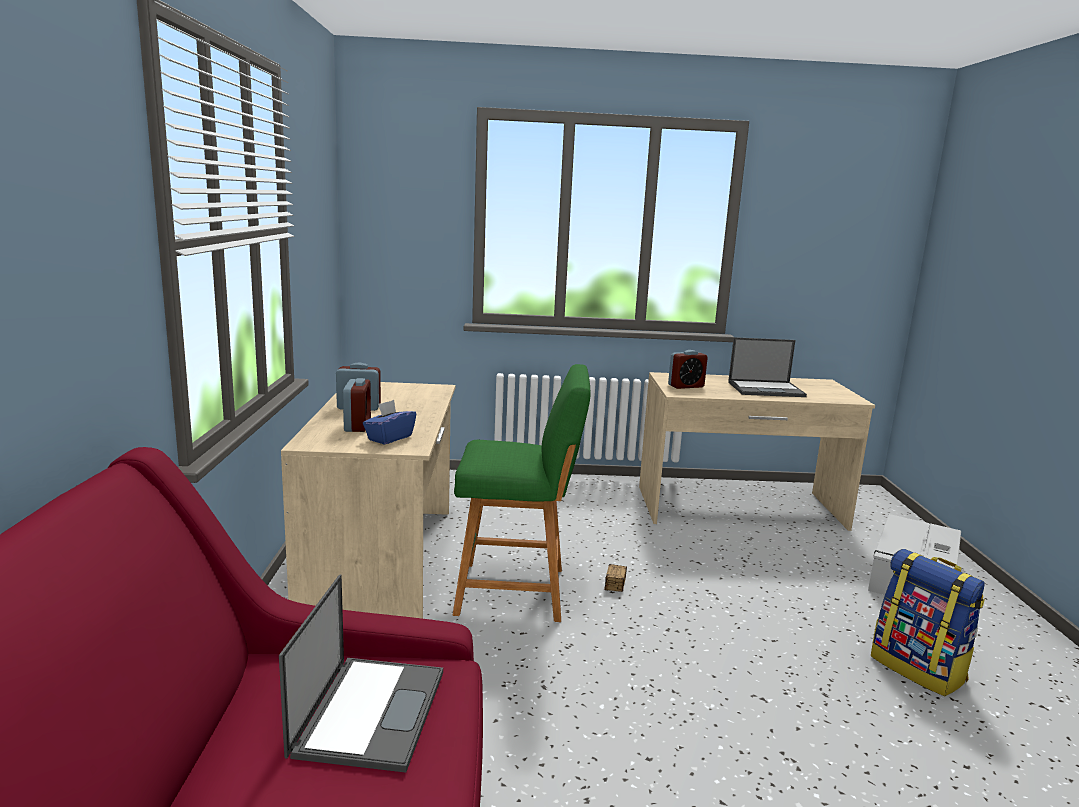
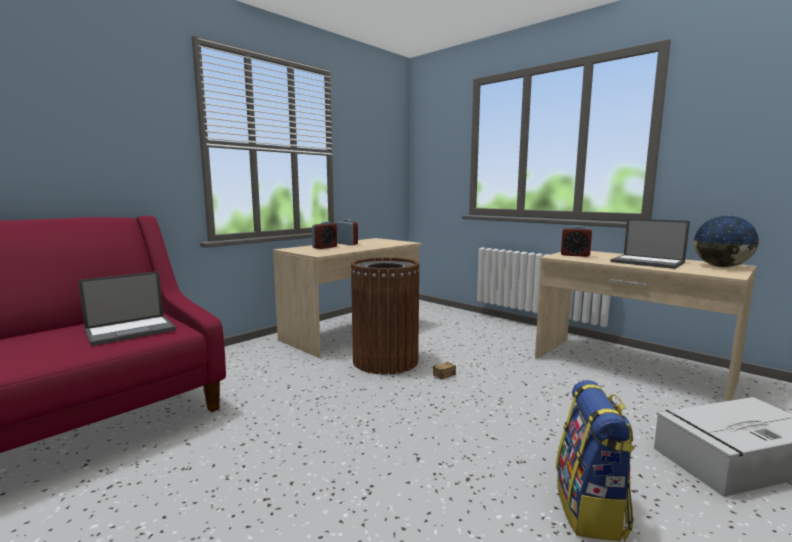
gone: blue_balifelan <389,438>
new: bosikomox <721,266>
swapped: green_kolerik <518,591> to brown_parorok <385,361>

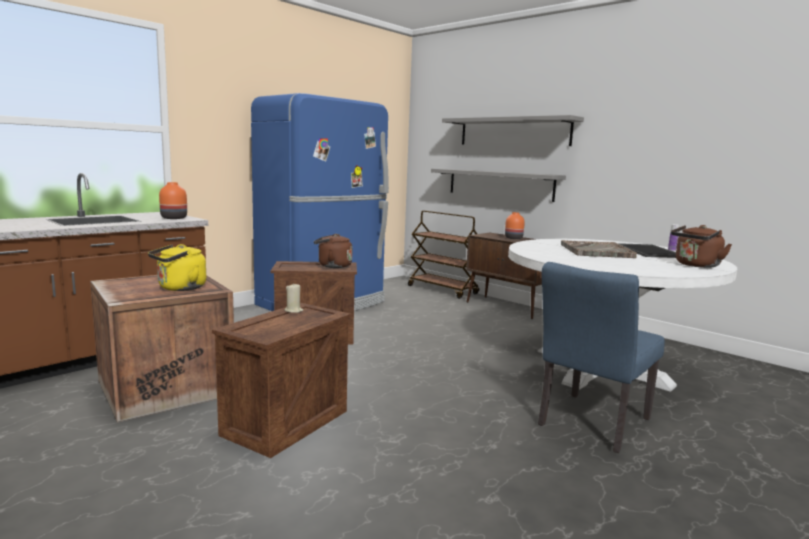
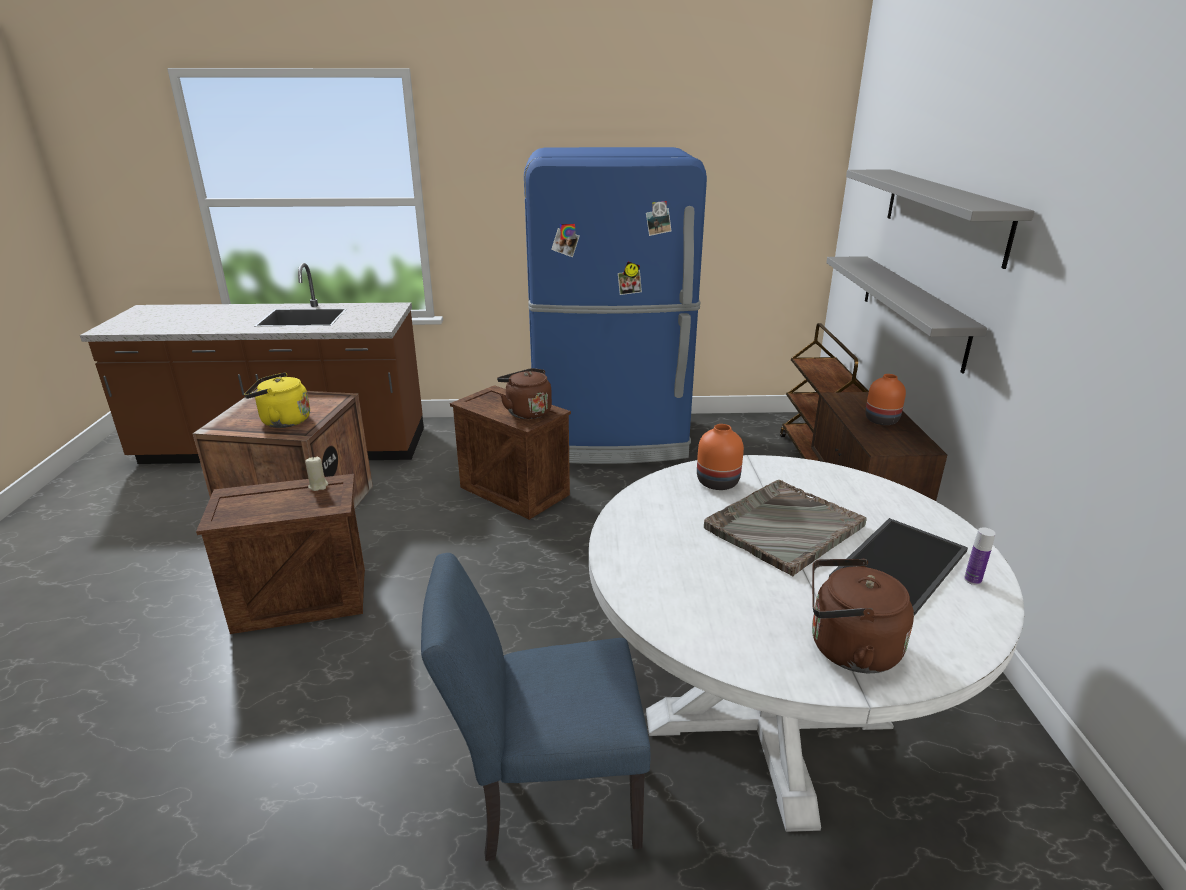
shifted: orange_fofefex <174,218> to <718,482>

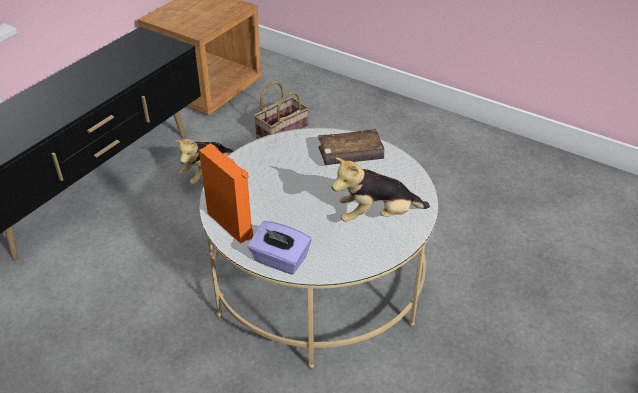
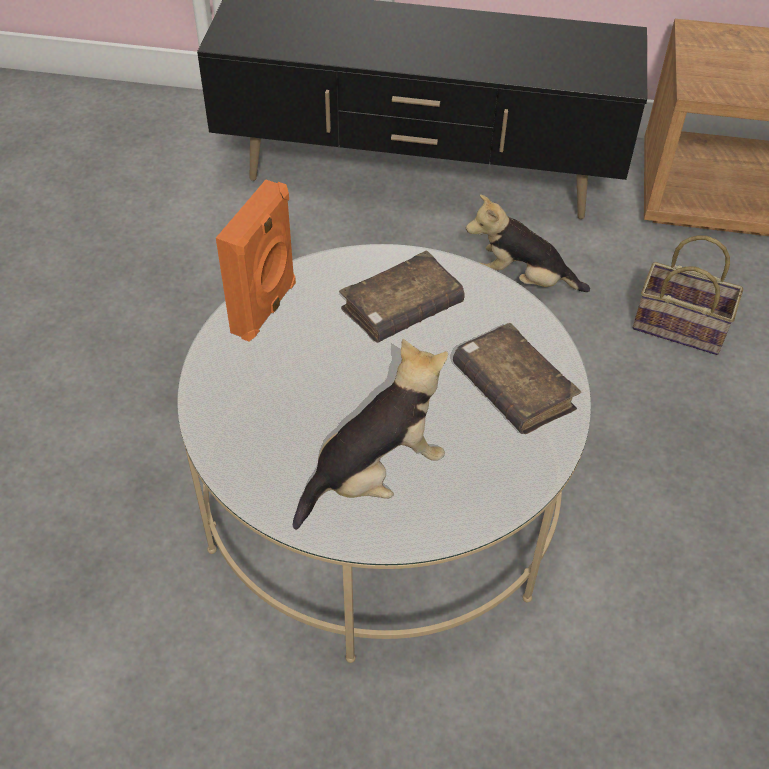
gone: purple_balifelan <280,260>
new: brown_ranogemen <402,308>
rotated: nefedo <376,216> = <375,474> 90 degrees clockwise

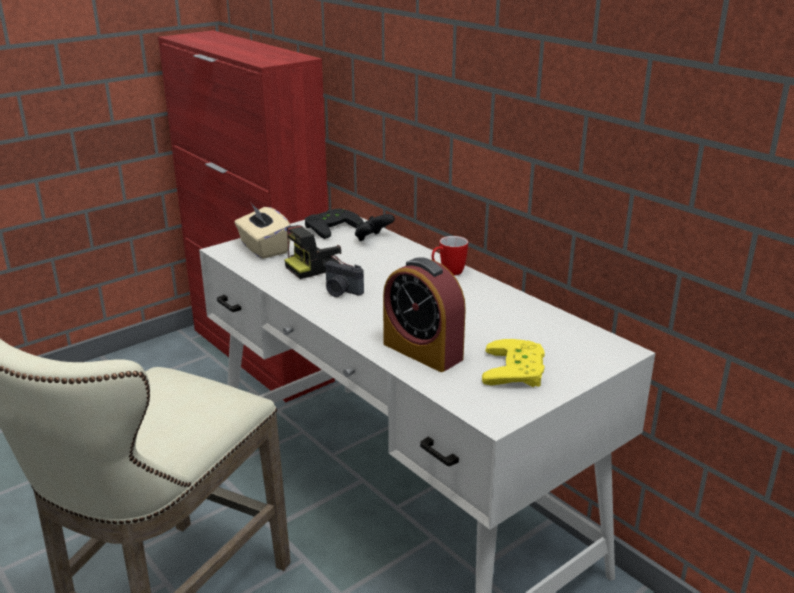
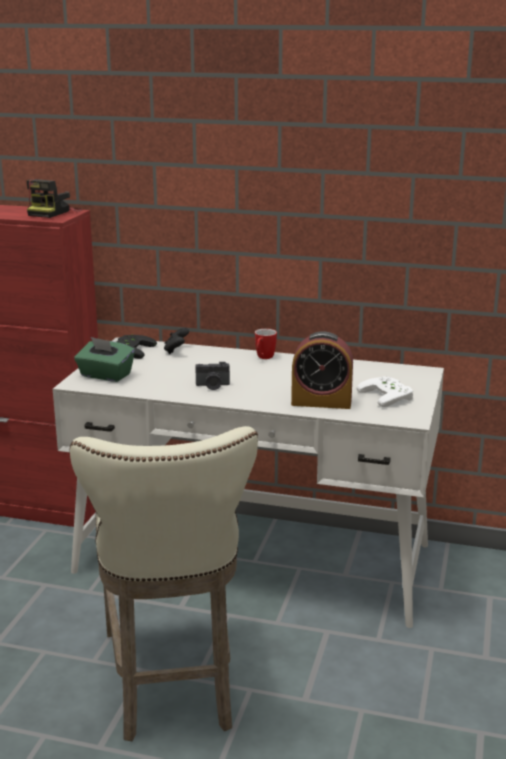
shifted: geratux <320,268> to <53,213>
repainted: beige_balifelan <264,248> to green_balifelan <105,375>; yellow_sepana <518,370> to white_sepana <389,395>

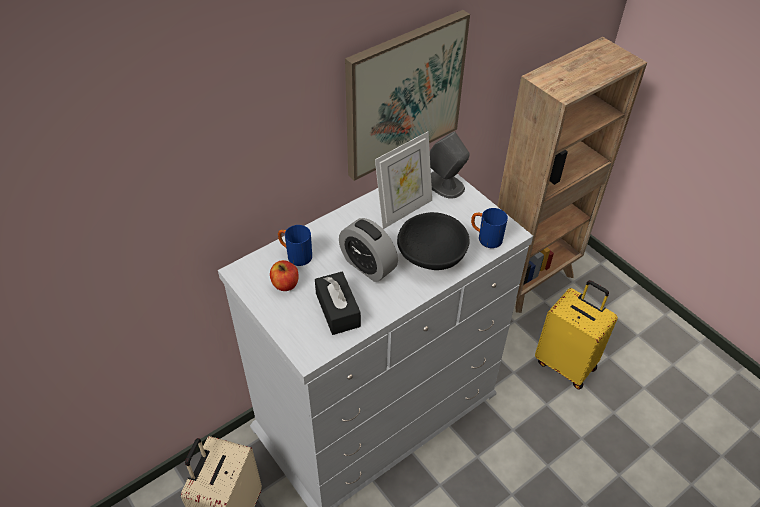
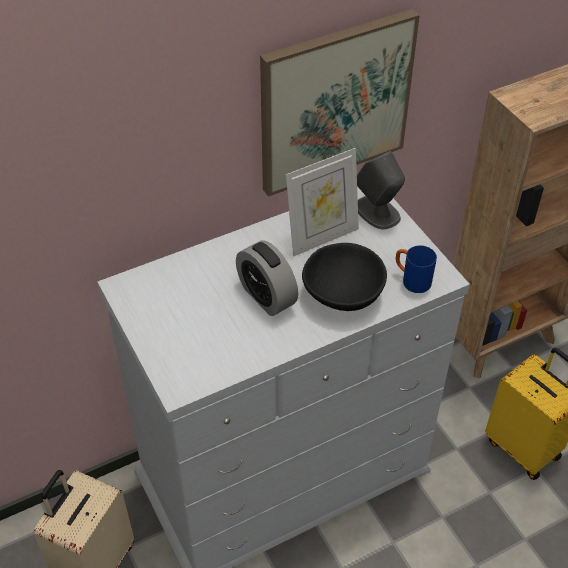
gone: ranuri <285,284>; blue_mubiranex <295,255>; black_balifelan <337,310>

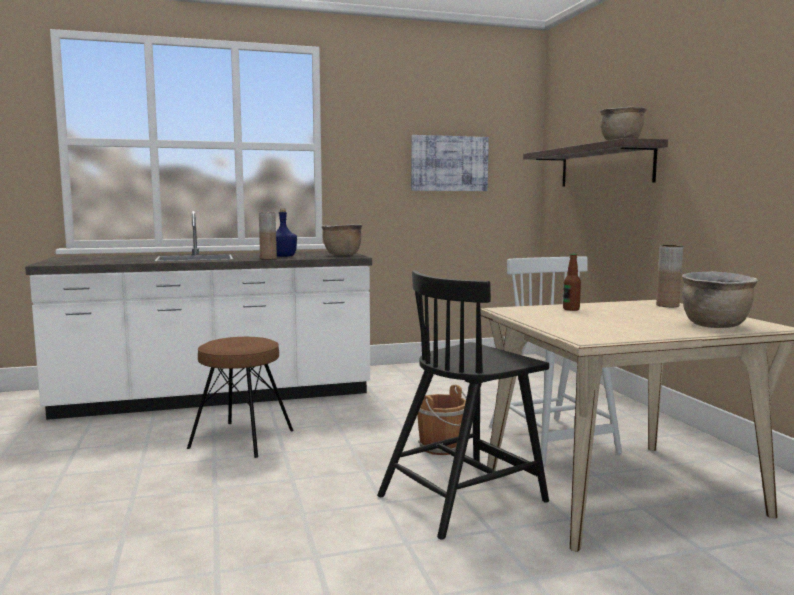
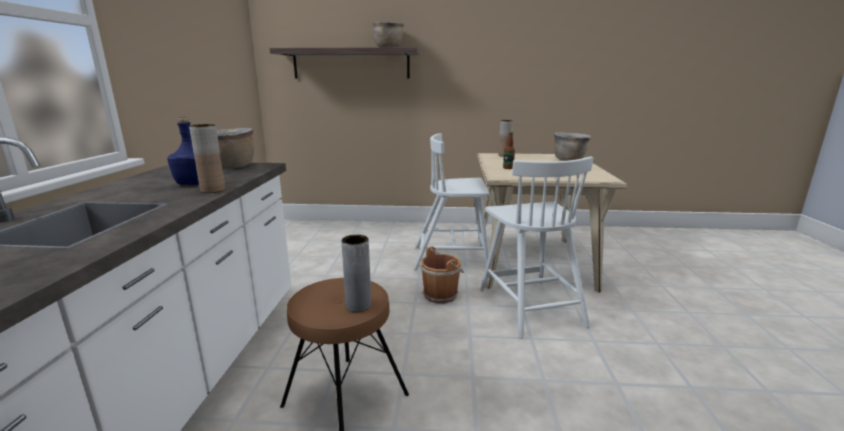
gone: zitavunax <449,163>
new: grey_fofefex <358,305>
repainted: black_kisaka <464,497> to white_kisaka <529,306>

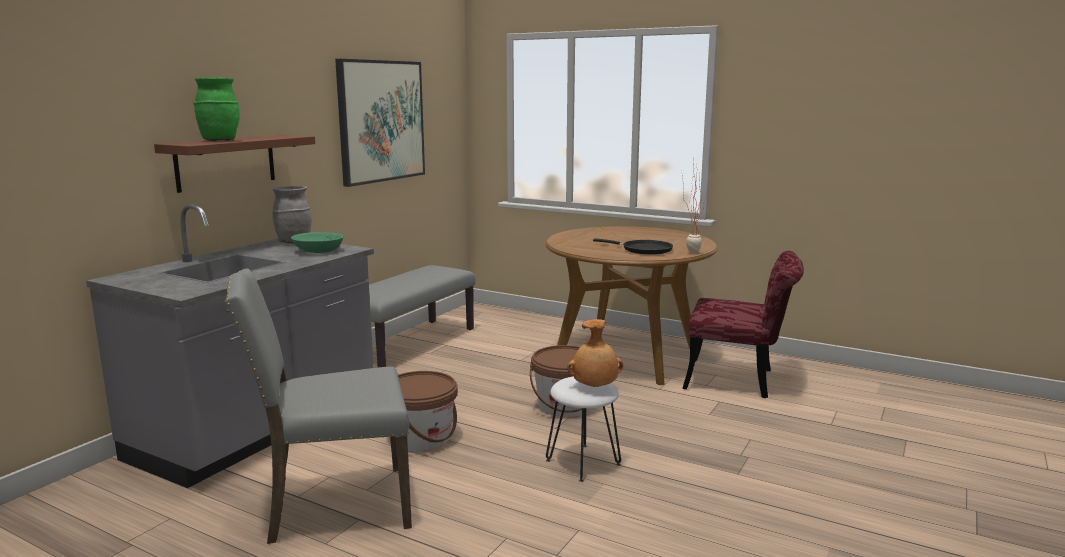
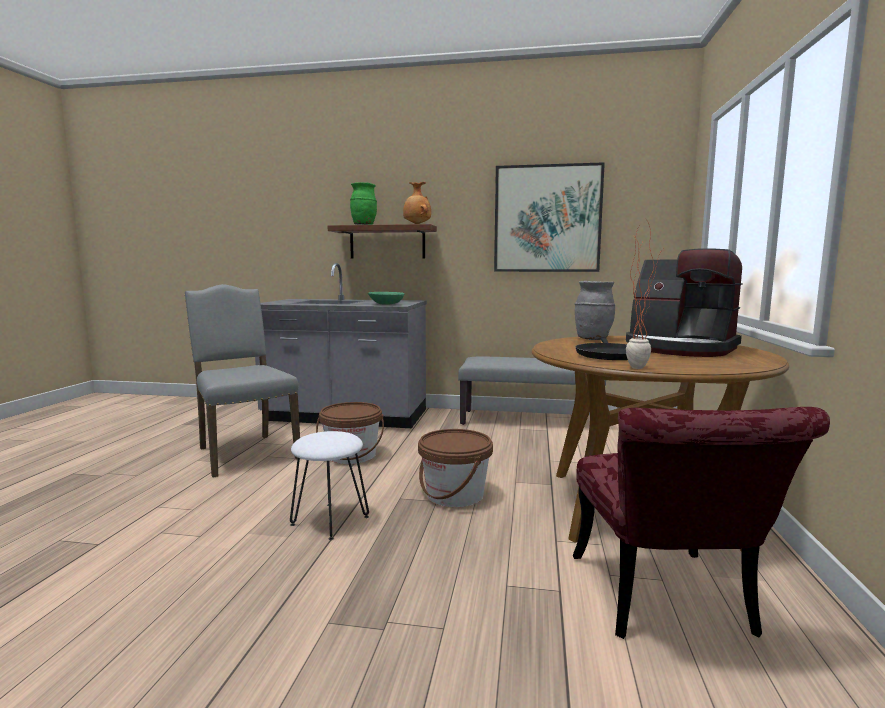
new: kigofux <680,348>
shifted: brown_fofefex <595,387> to <416,224>; grey_fofefex <293,242> to <593,339>

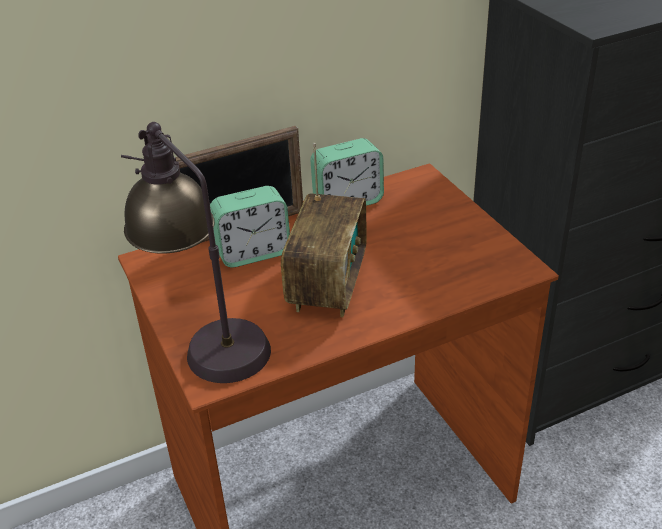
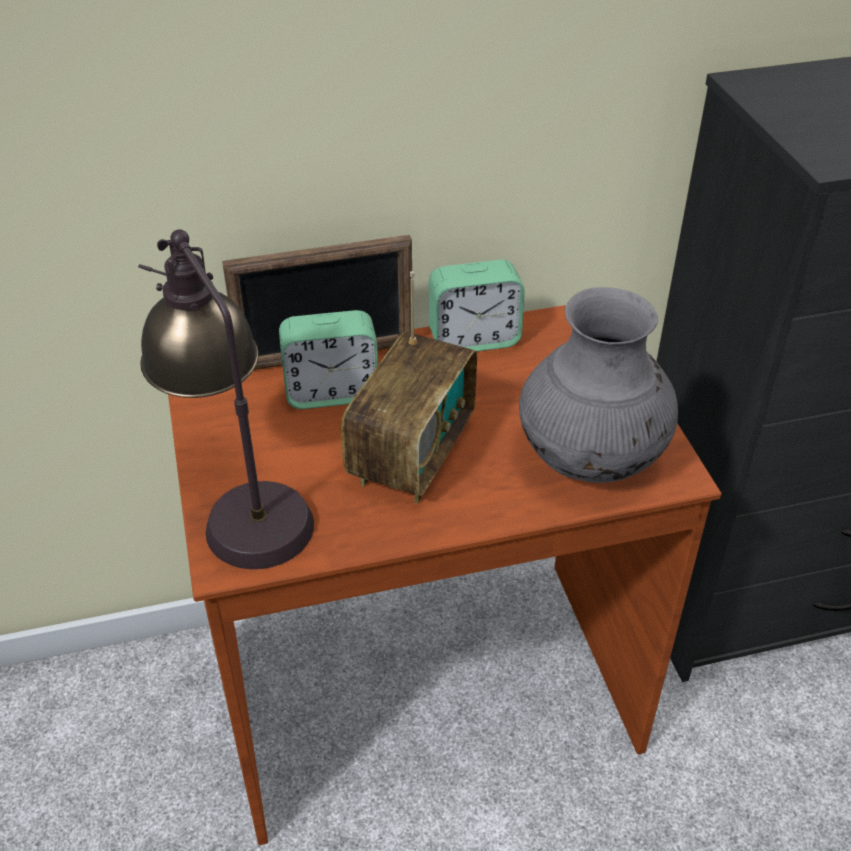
new: grey_fofefex <590,461>

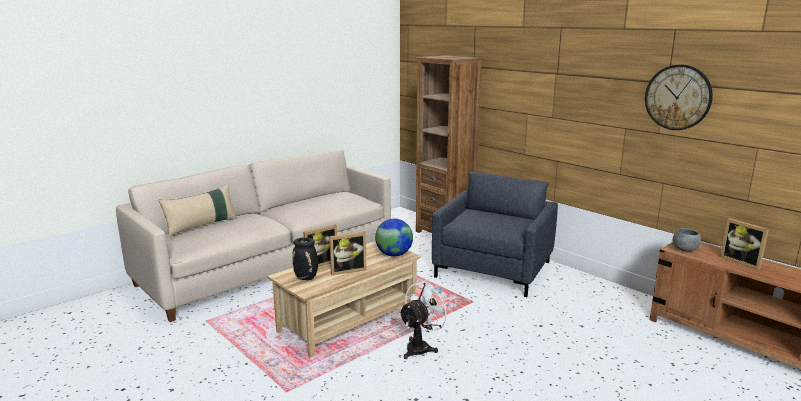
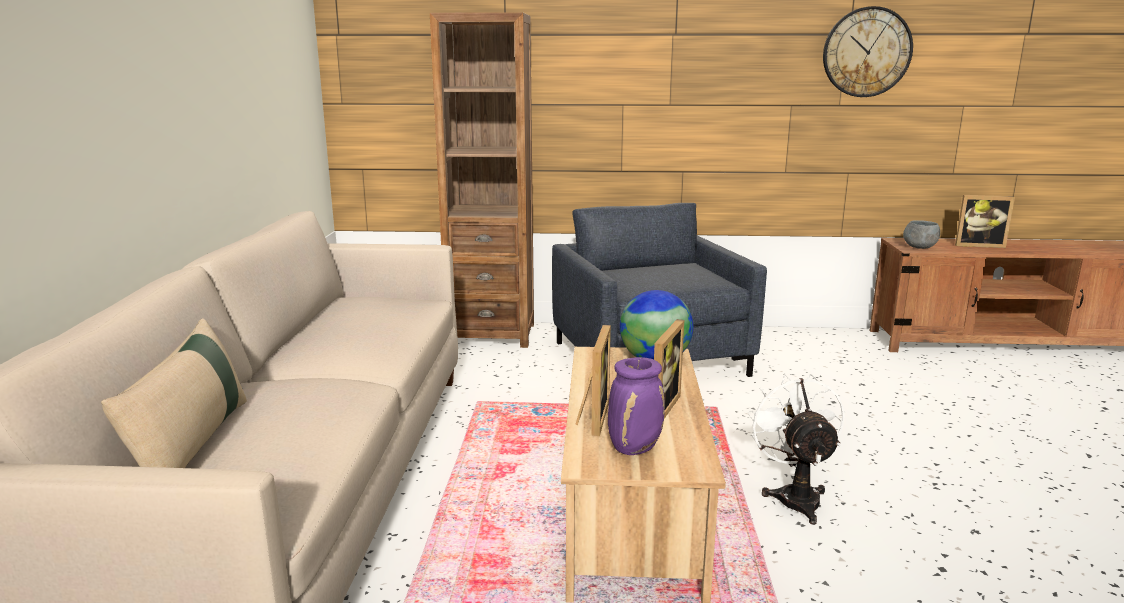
repainted: black_fofefex <306,278> to purple_fofefex <635,448>

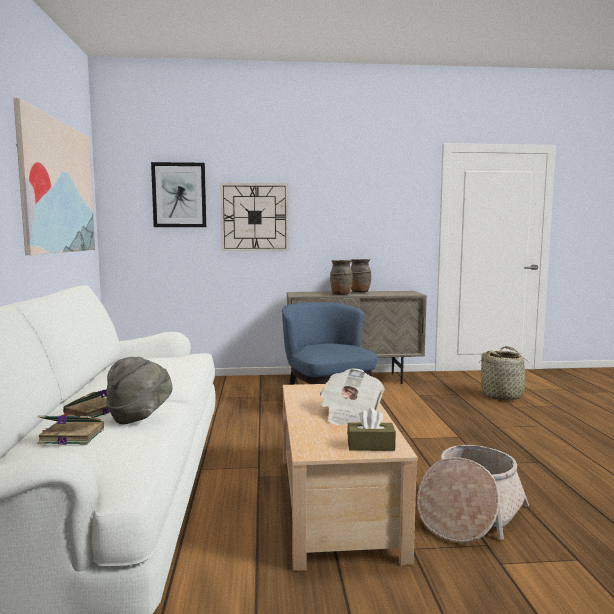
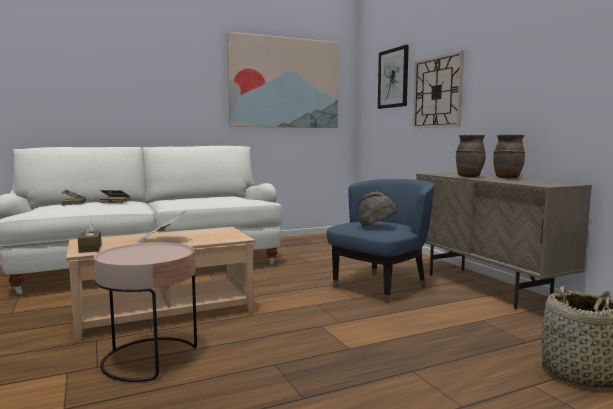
shifted: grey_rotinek <140,417> to <376,227>
swapped: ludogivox <469,515> to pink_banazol <150,358>

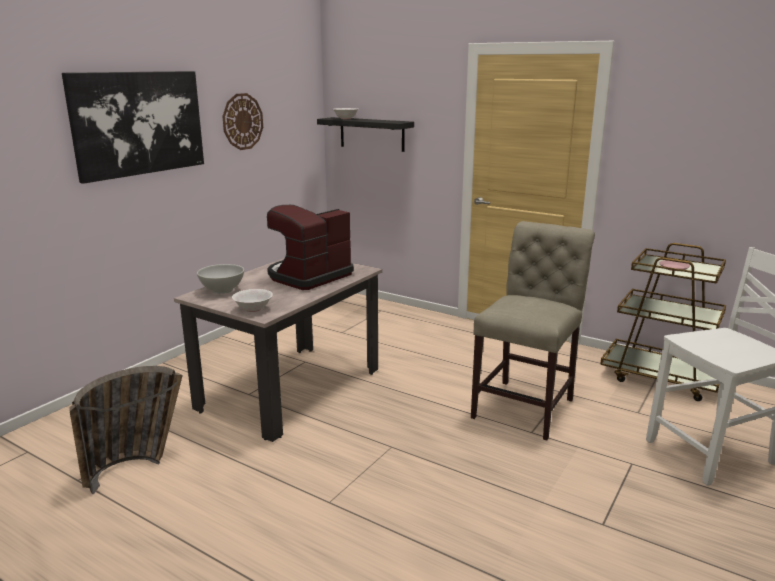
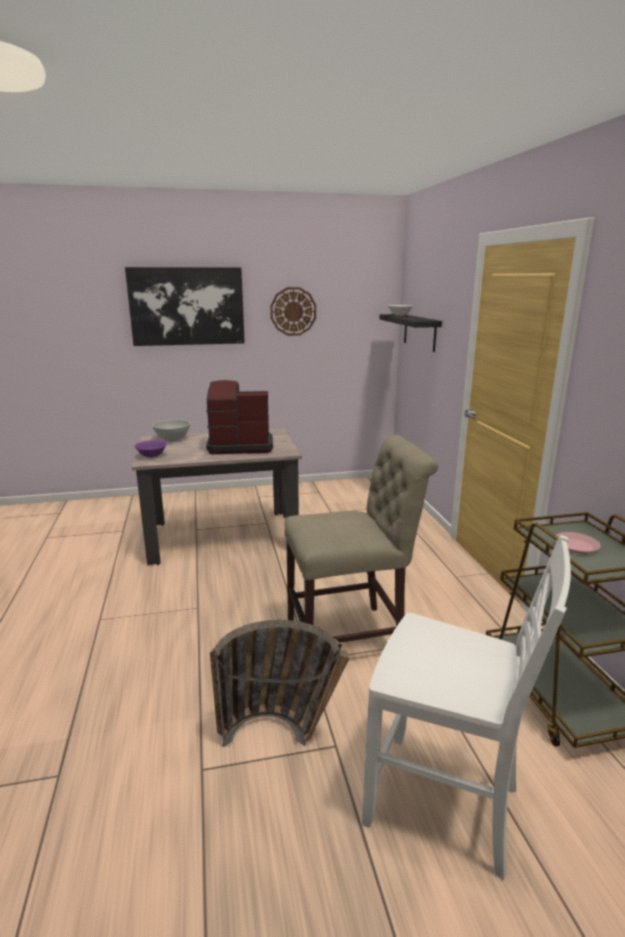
shifted: ludogivox <136,467> to <282,735>
repainted: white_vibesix <253,309> to purple_vibesix <151,456>

